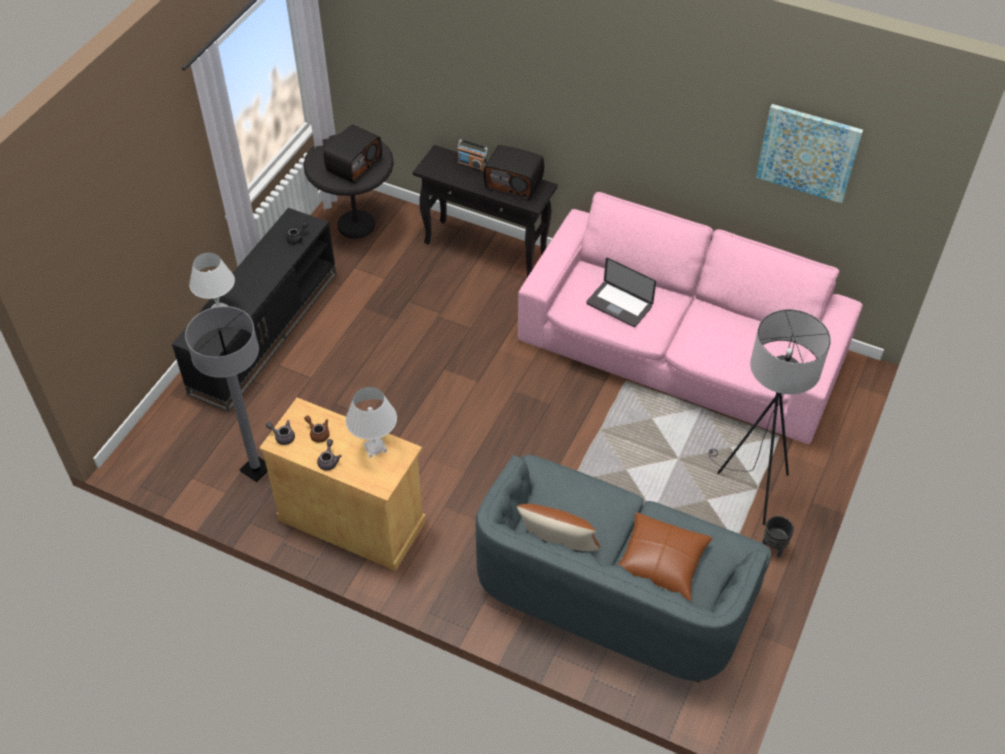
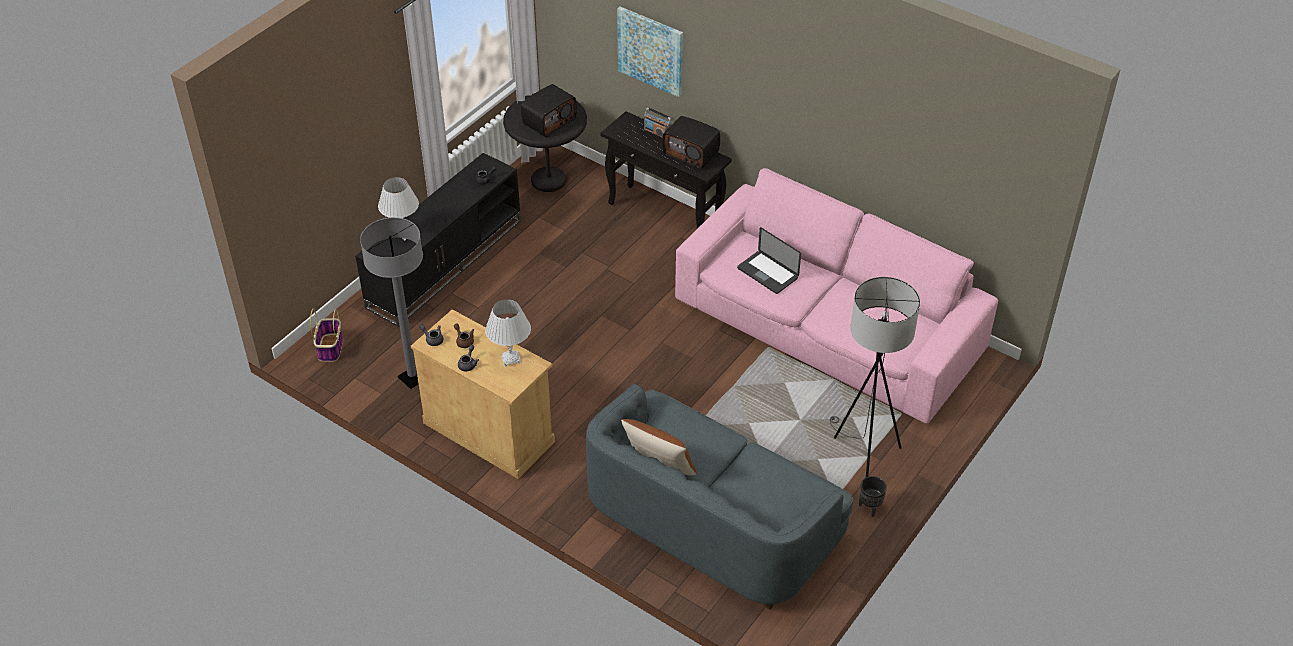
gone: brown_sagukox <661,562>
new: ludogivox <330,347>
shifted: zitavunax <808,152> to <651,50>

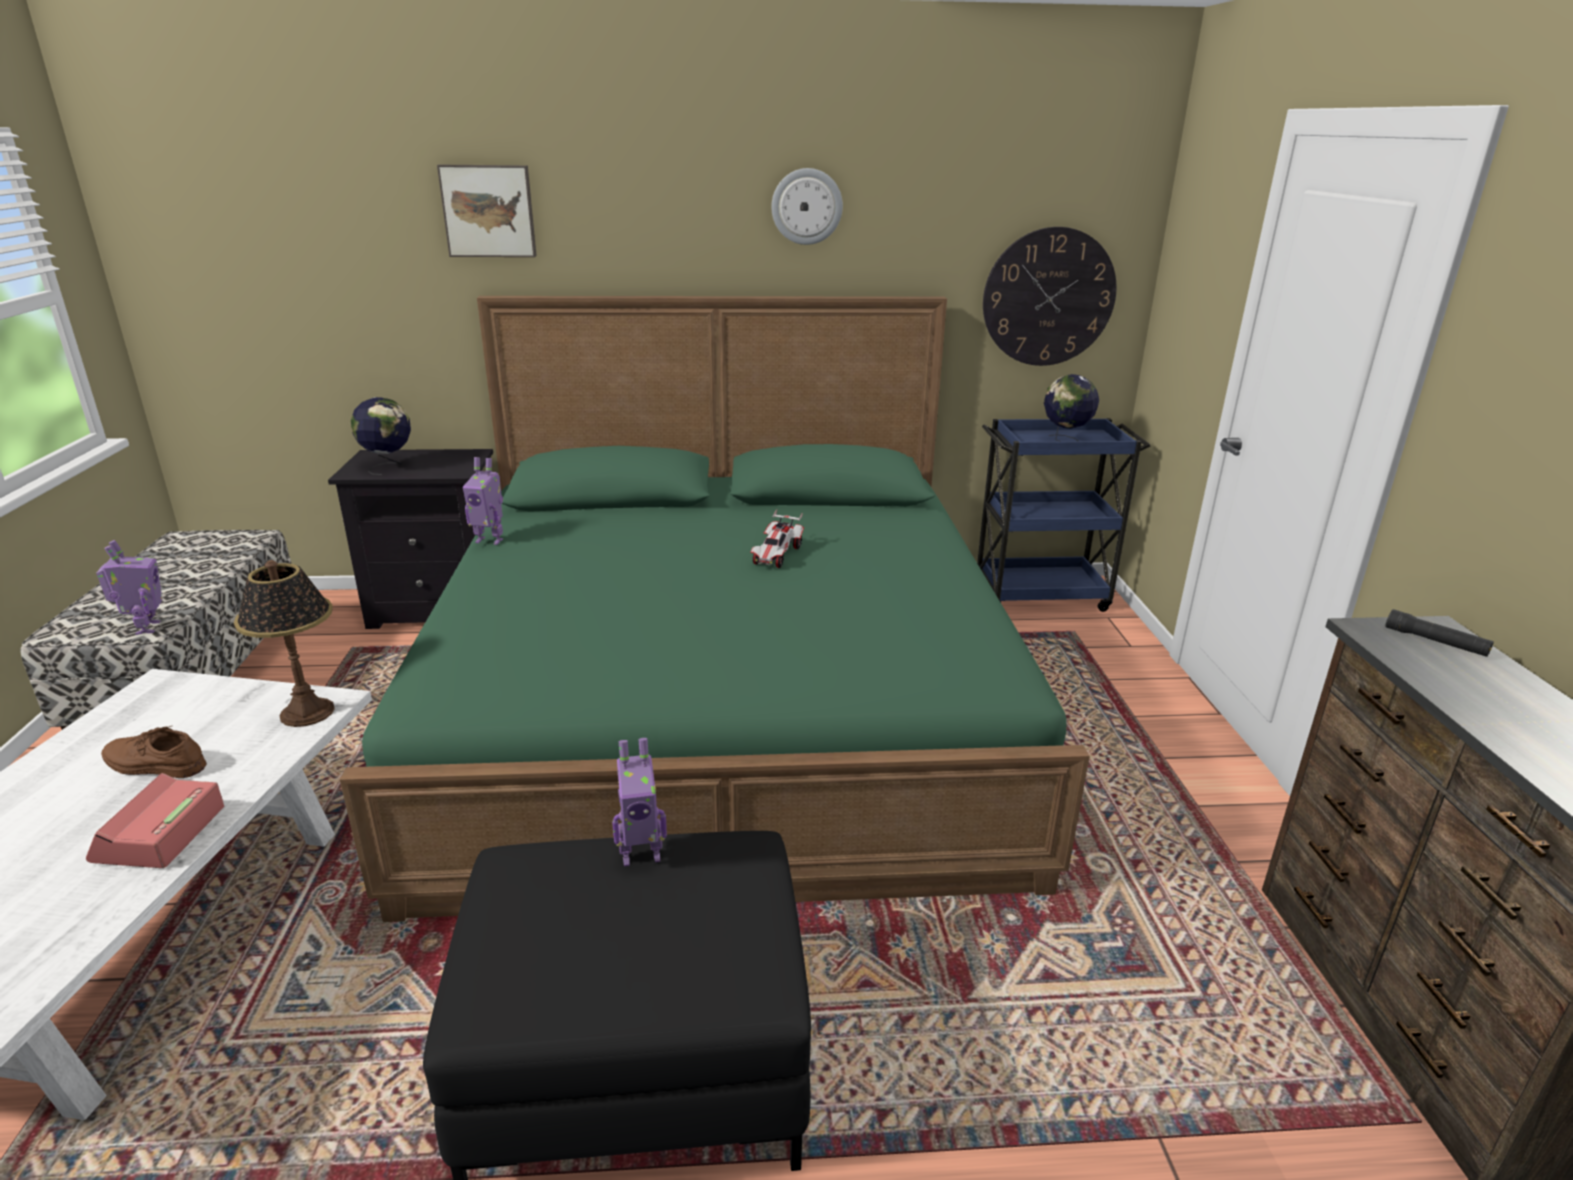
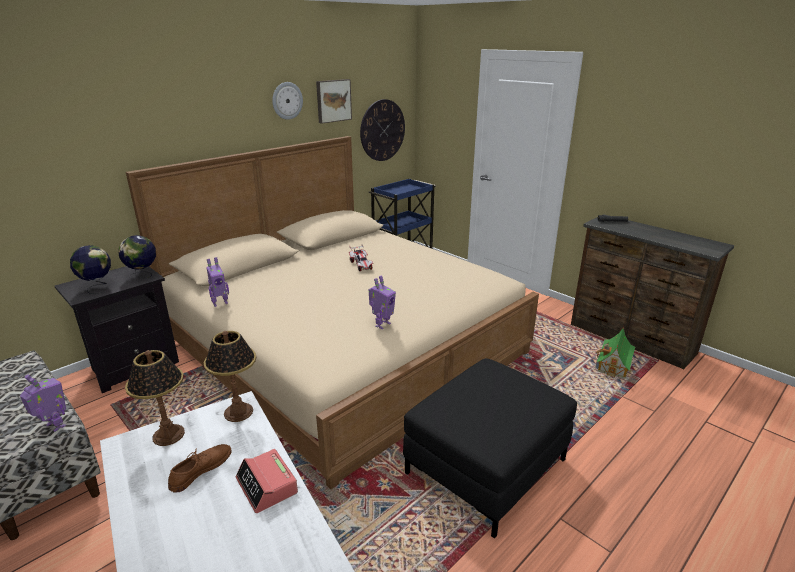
new: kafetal <169,435>; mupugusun <613,365>
shifted: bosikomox <1065,441> to <143,276>; zitavunax <489,211> to <333,100>; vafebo <641,854> to <382,324>
repainted: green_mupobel <723,704> to beige_mupobel <344,345>
rotated: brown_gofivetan <153,764> = <201,469> 150 degrees clockwise

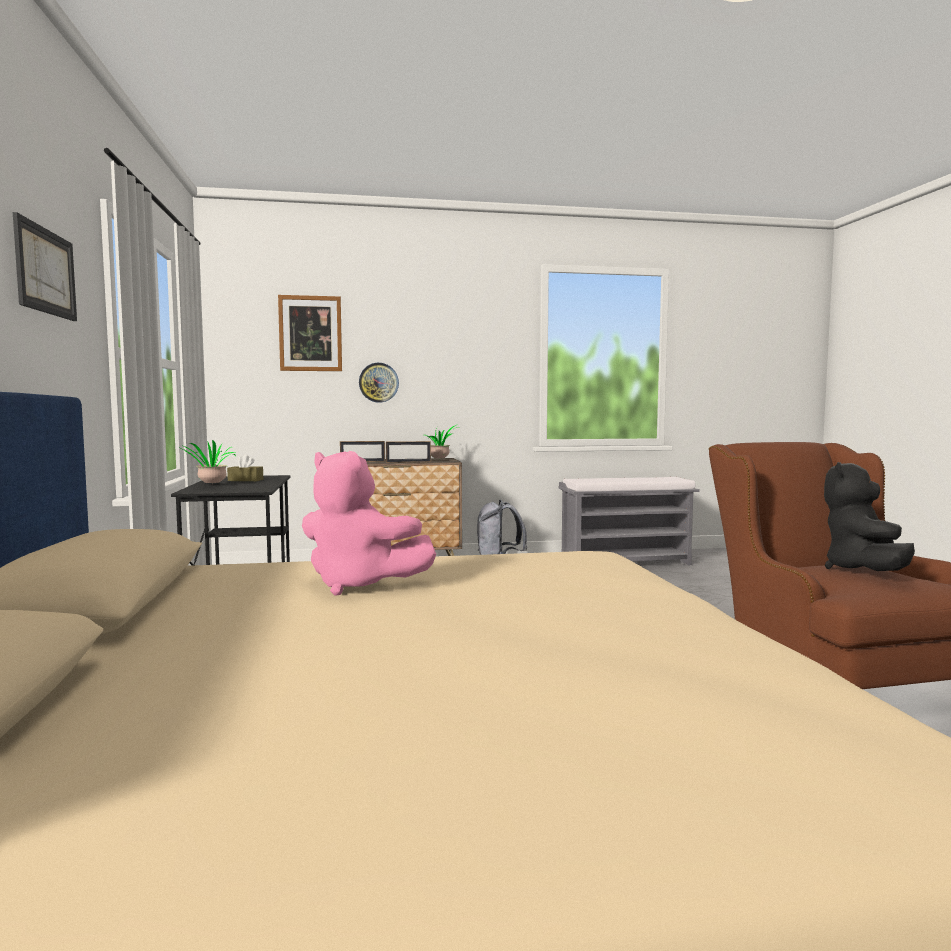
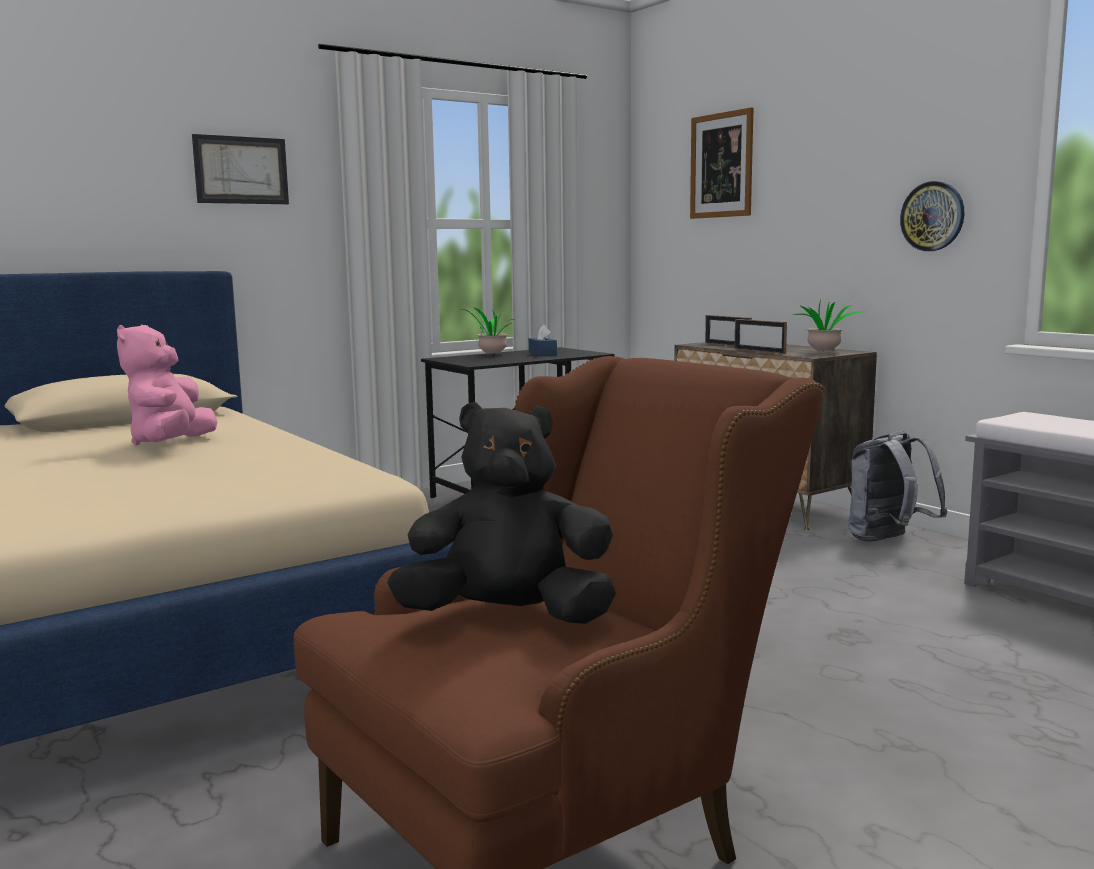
shifted: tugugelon <378,382> to <933,216>
repainted: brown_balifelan <245,480> to blue_balifelan <542,354>

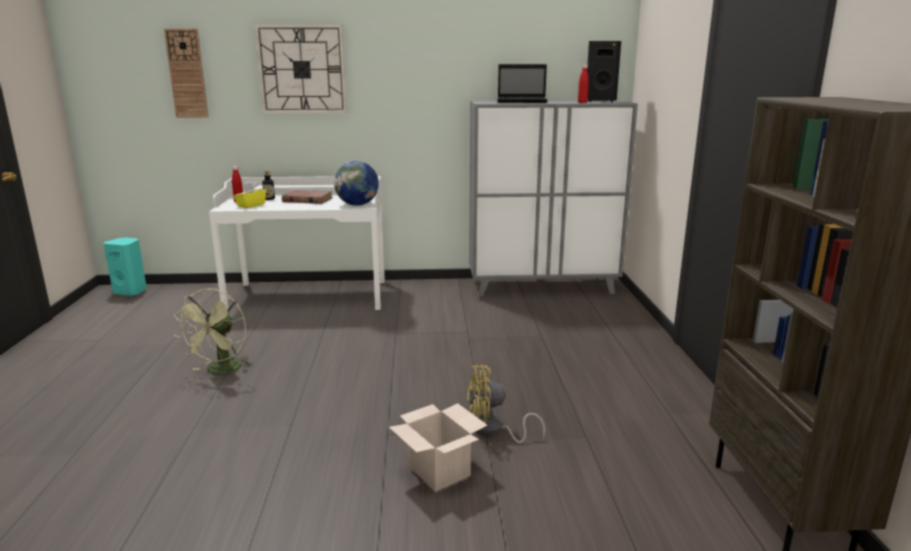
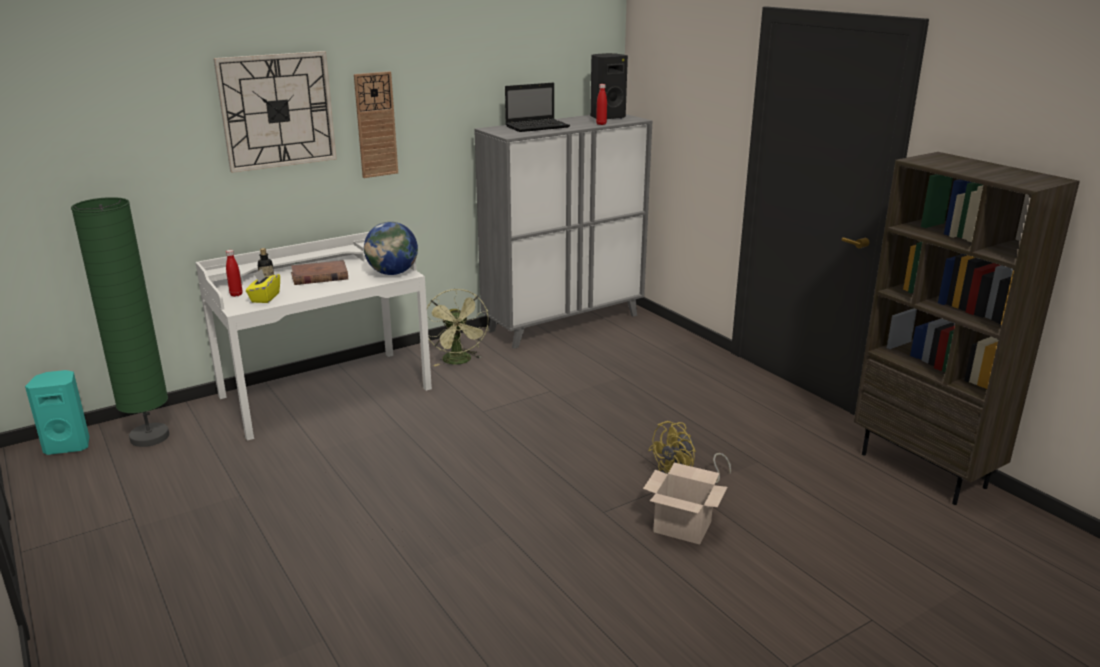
new: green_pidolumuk <150,437>
shifted: tugugelon <187,74> to <376,125>; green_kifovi <221,371> to <459,361>

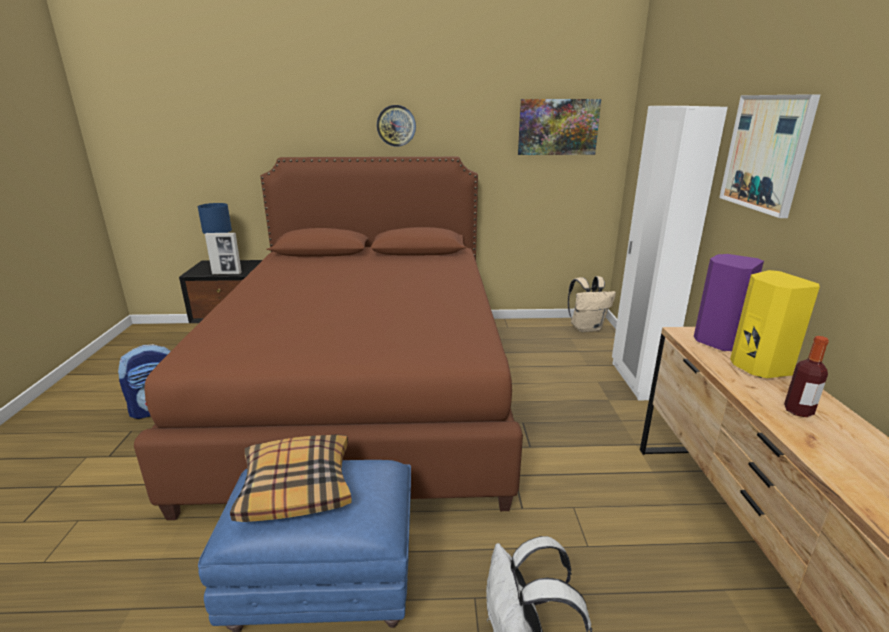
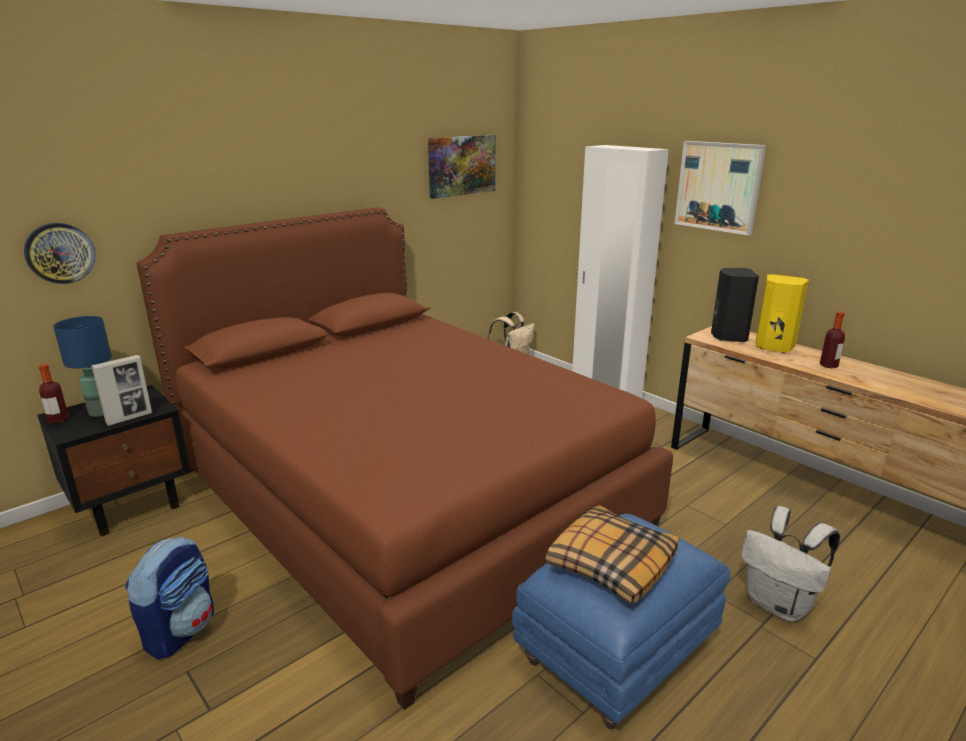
new: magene <58,420>
shifted: tugugelon <396,125> to <60,253>
repainted: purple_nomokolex <716,341> to black_nomokolex <728,337>

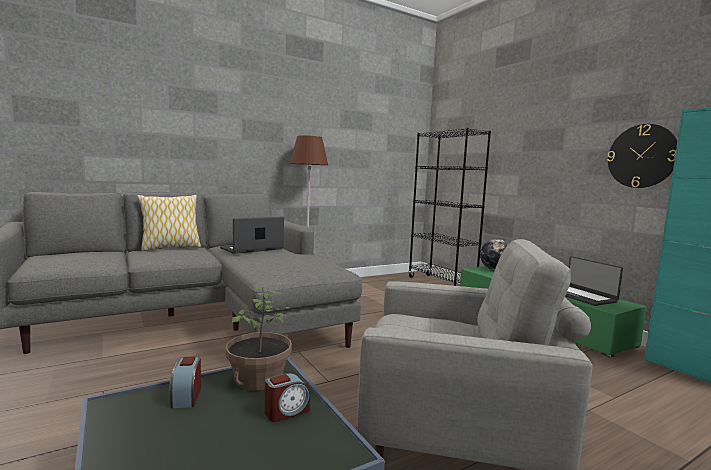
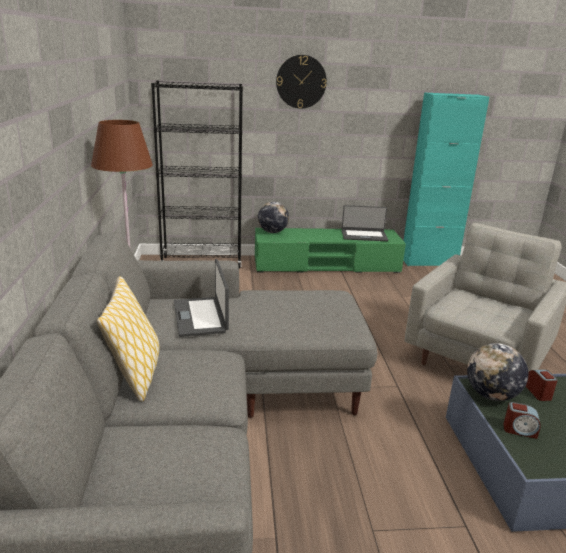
shifted: tugugelon <642,156> to <301,82>
swapped: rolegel <258,378> to bosikomox <491,395>

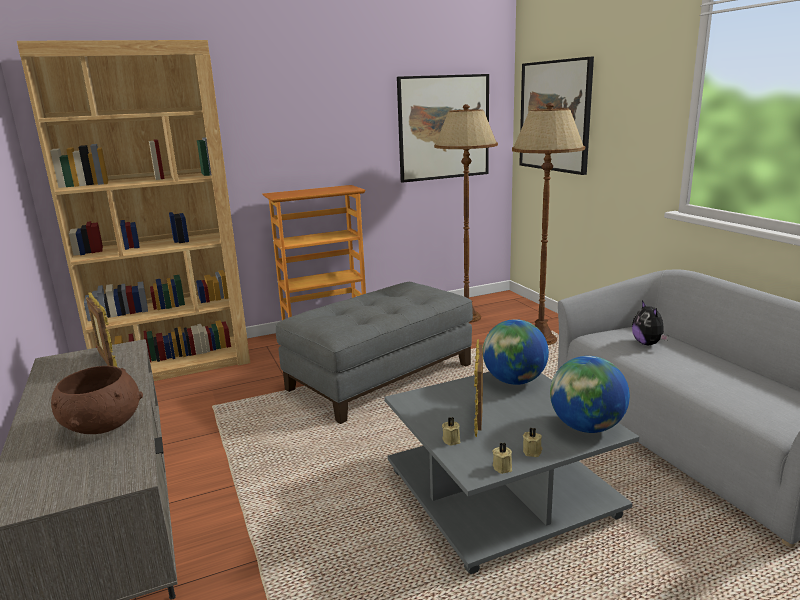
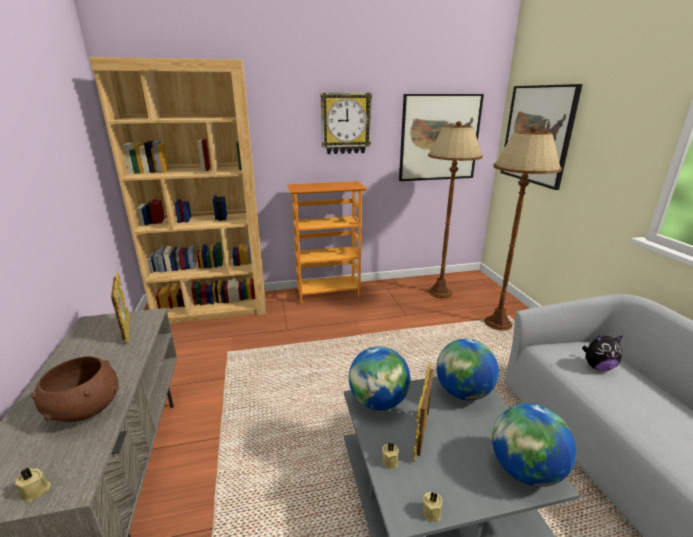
gone: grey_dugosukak <380,376>
new: tugugelon <345,123>; bosikomox <378,401>
shifted: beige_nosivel <533,451> to <36,491>
rotated: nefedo <648,343> = <597,367> 90 degrees counterclockwise

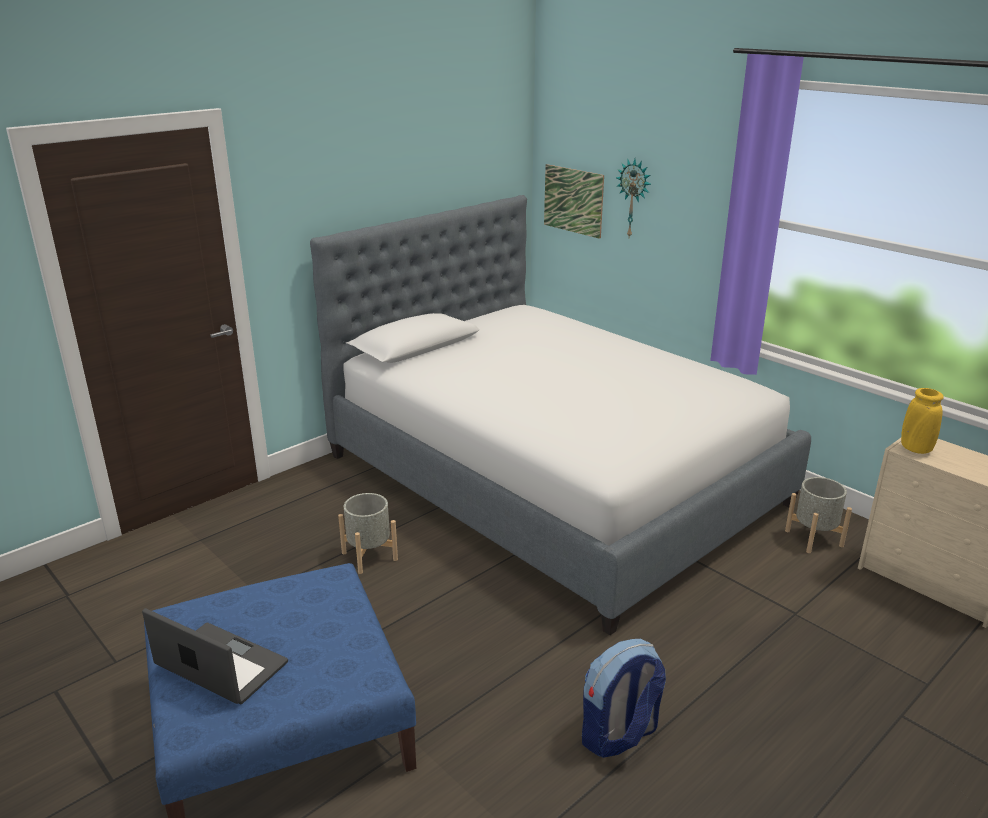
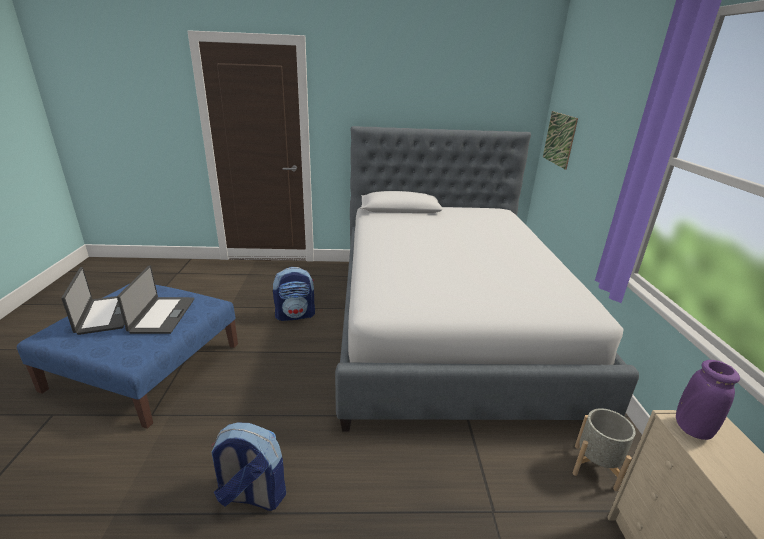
gone: tugugelon <634,198>
new: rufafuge <162,315>
swapped: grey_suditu <369,556> to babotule <295,315>
repainted: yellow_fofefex <915,449> to purple_fofefex <692,428>

